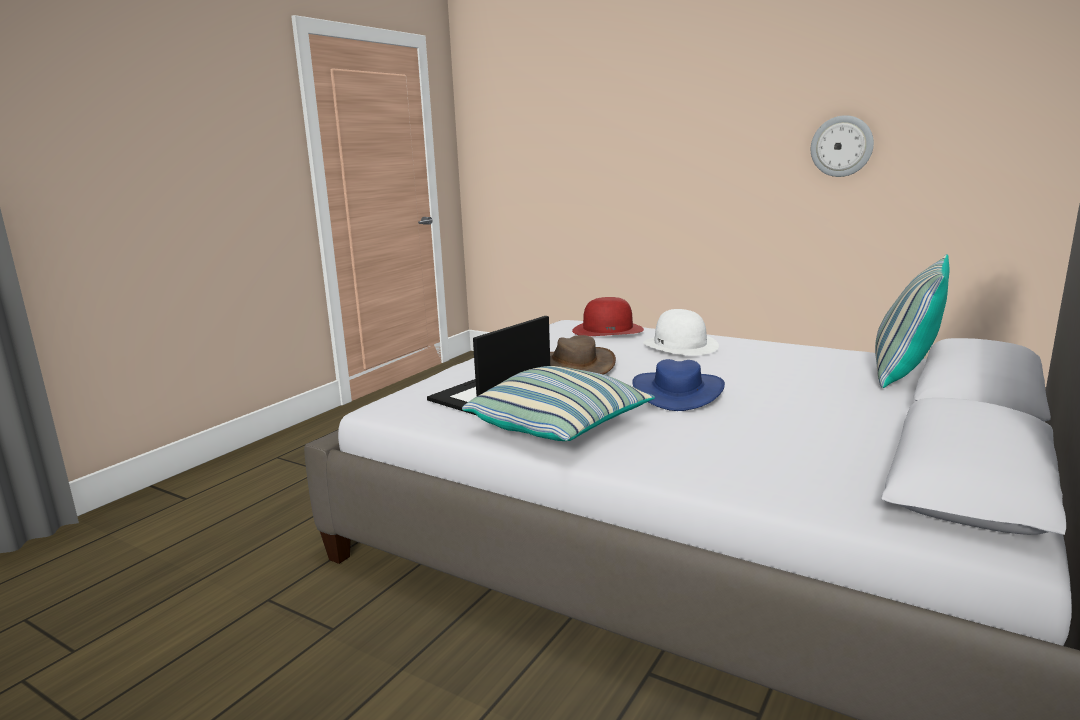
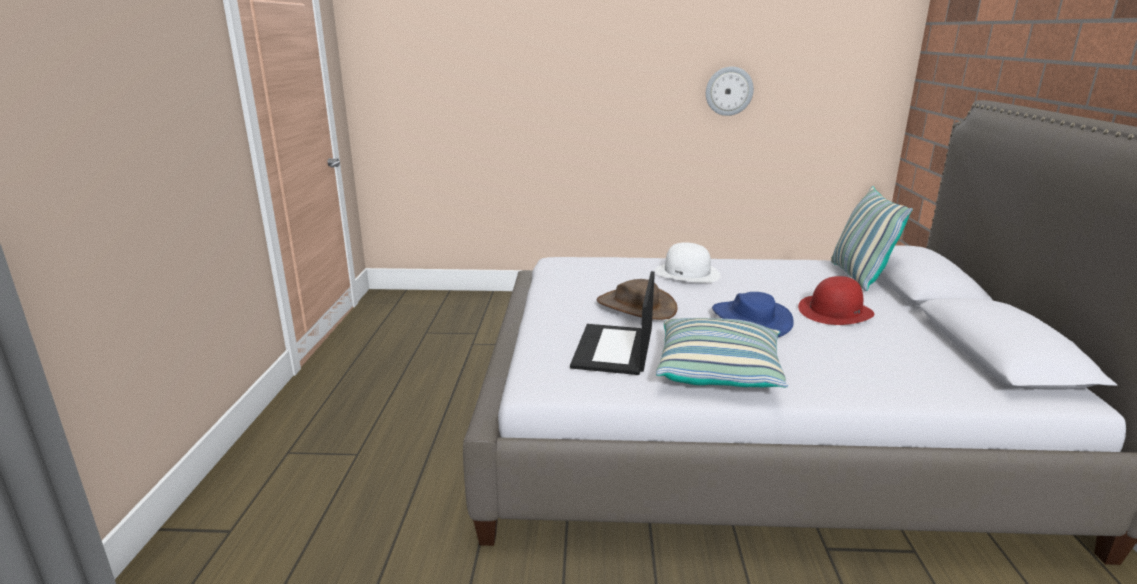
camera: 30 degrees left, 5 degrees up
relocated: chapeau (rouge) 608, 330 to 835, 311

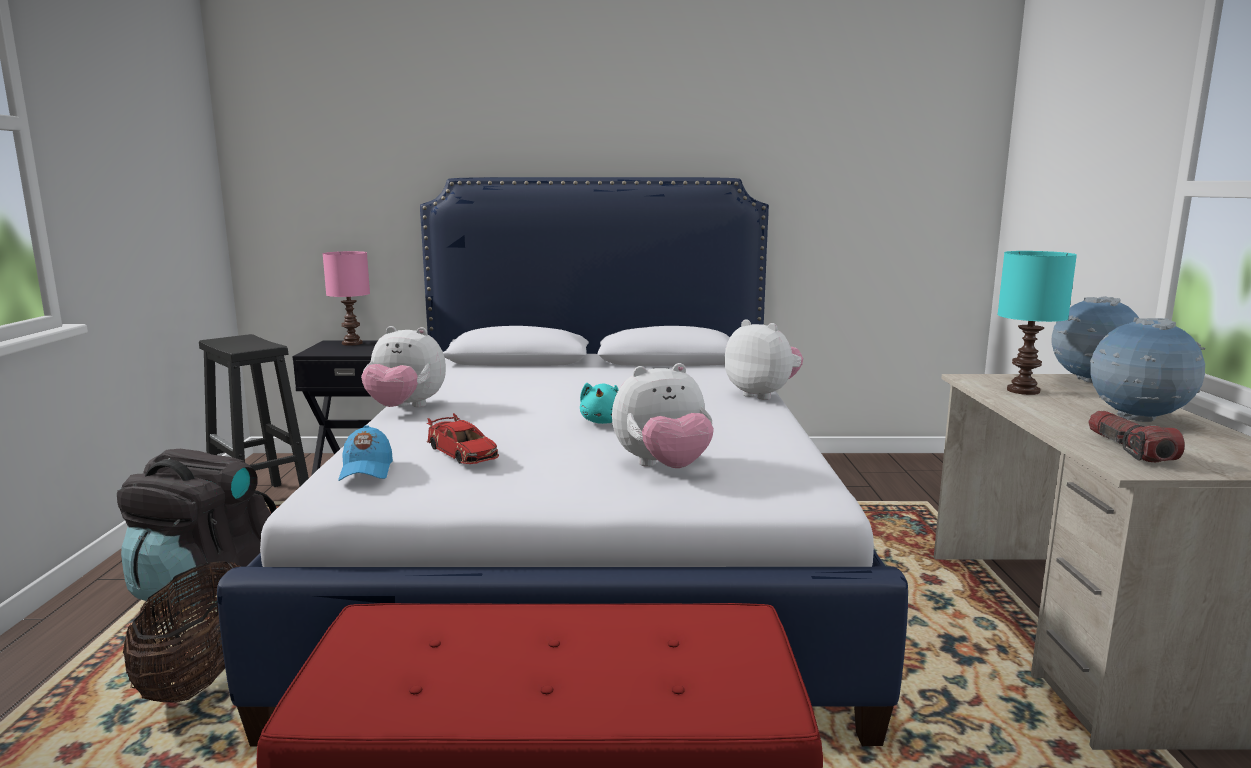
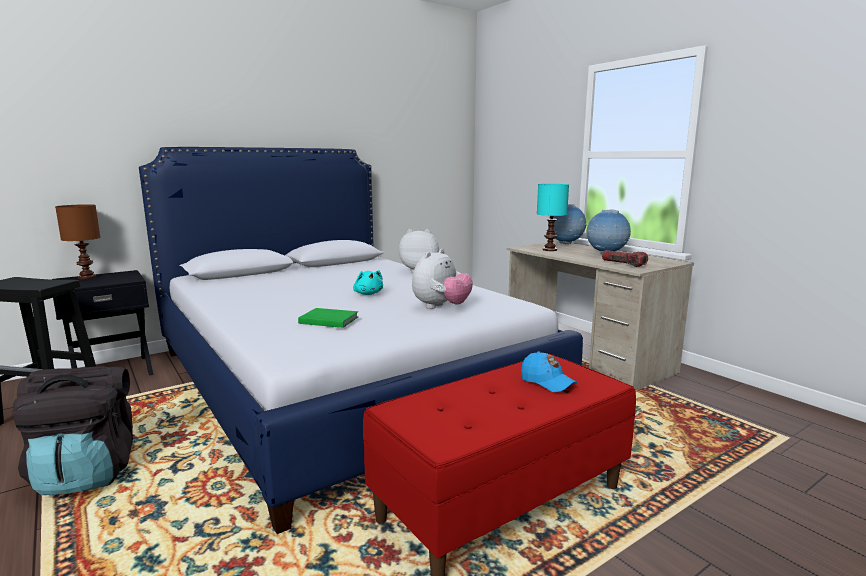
camera: 35 degrees left, 0 degrees up
missing: panier 199, 676; peluche 405, 408
relocated: casquette (bleu) 366, 471 to 547, 382
exchanged: petite voiture (rouge) 462, 452 to livre (vert) 328, 320
colour: lampe de table (rose) 351, 343 to lampe de table (marron) 86, 277

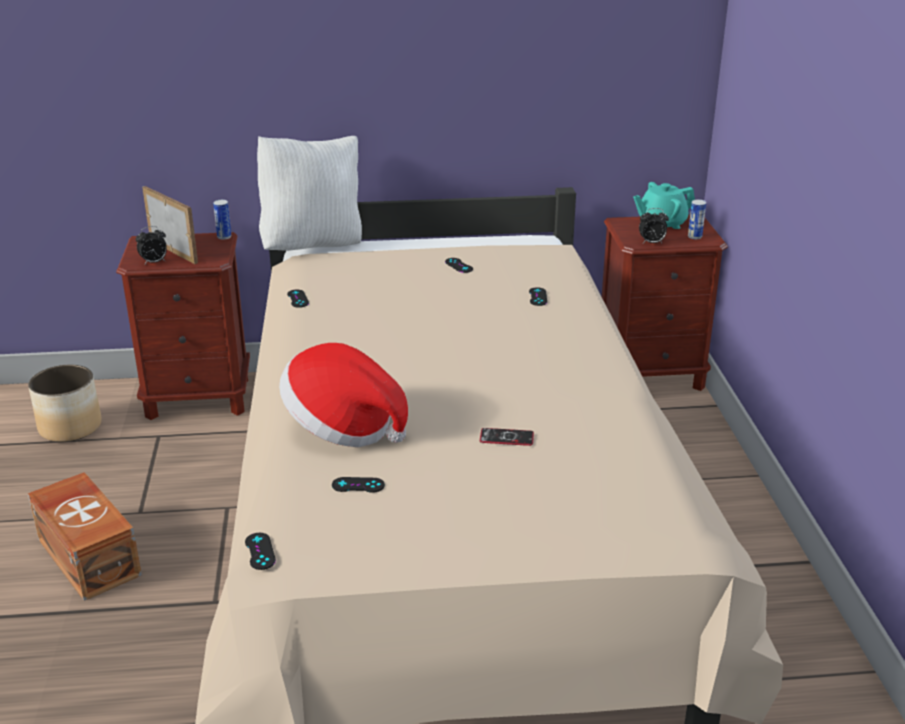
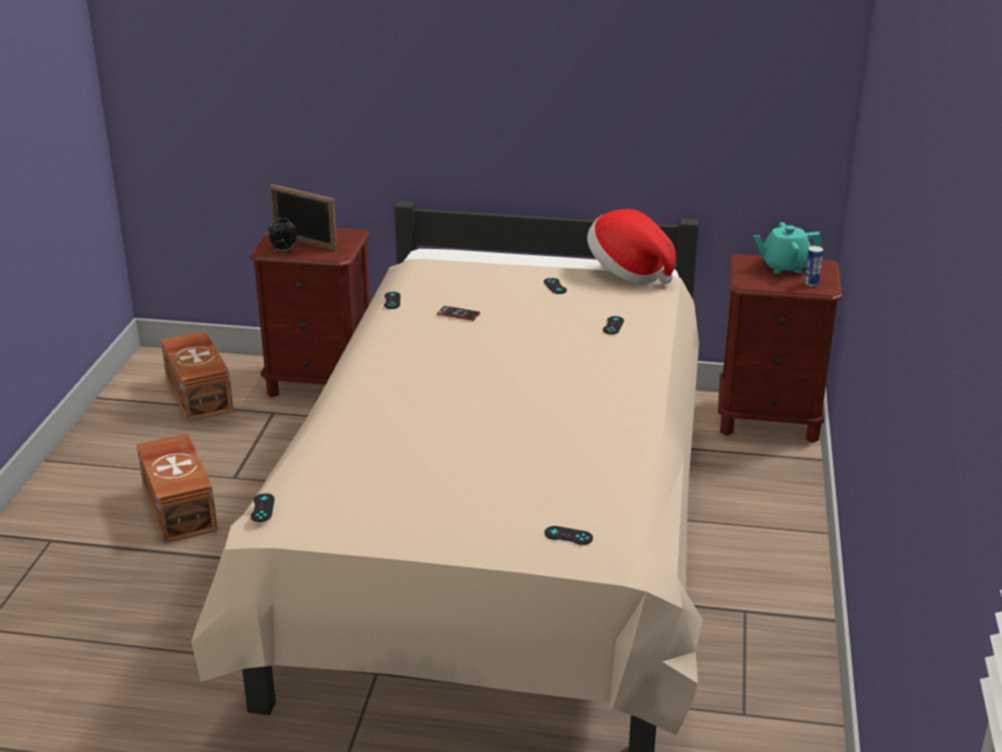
camera: 15 degrees right, 0 degrees up
missing: boîte métallique 224, 237; coussin (blanc) 313, 246; réveil 651, 243
relocated: chapeau 342, 427 to 628, 271; manette (noir) 358, 485 to 568, 536; téléphone 506, 438 to 458, 314
exchanged: cache-pot 70, 427 to boîte de rangement (marron) 200, 394
spun: cadre photo 174, 251 = 305, 243 150 degrees clockwise

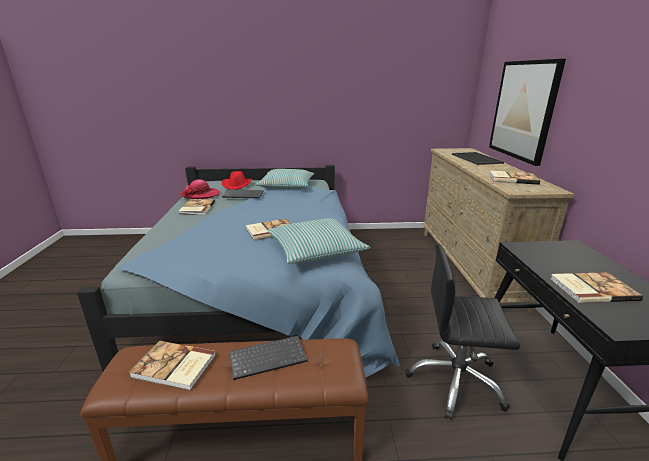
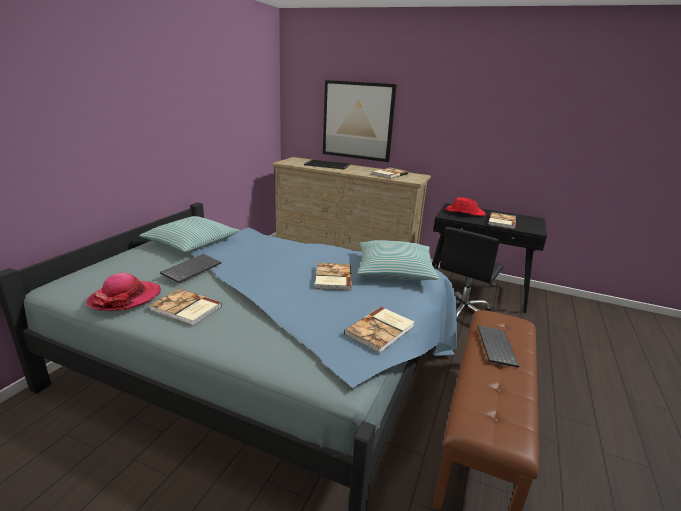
camera: 65 degrees left, 0 degrees up
relocated: livre 174, 367 to 381, 331; chapeau (rouge) 237, 185 to 464, 212

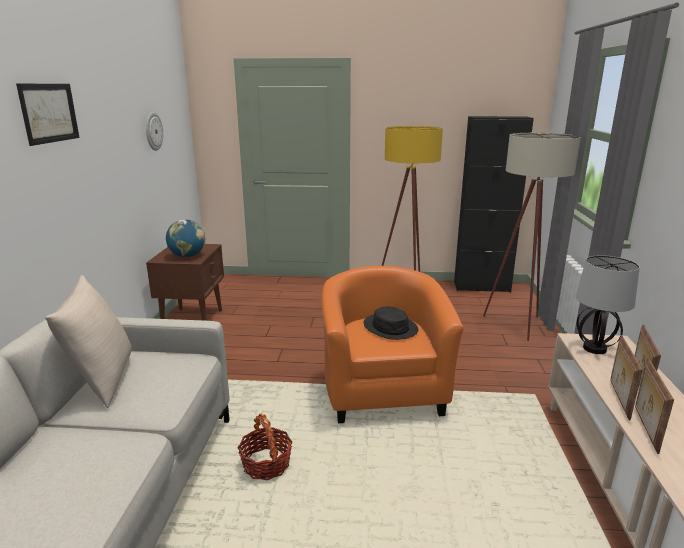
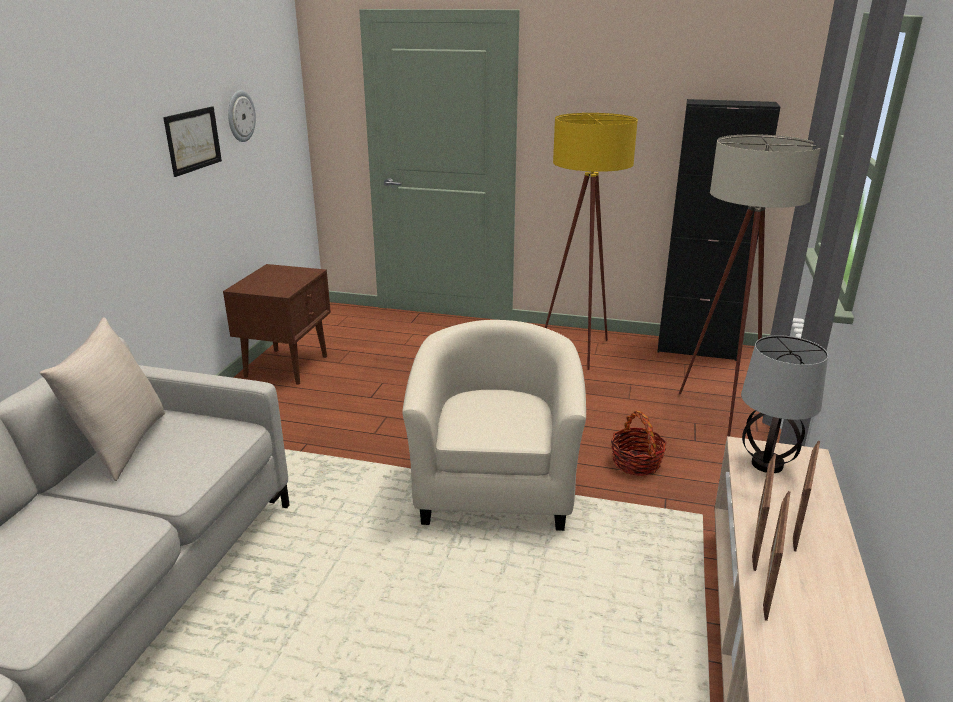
camera: 10 degrees right, 5 degrees up
missing: globe 187, 256; chapeau (noir) 390, 327
relocated: tableau 49, 113 to 193, 140; panier 266, 464 to 636, 463
colour: fauteuil (orange) 382, 390 to fauteuil (beige) 495, 487

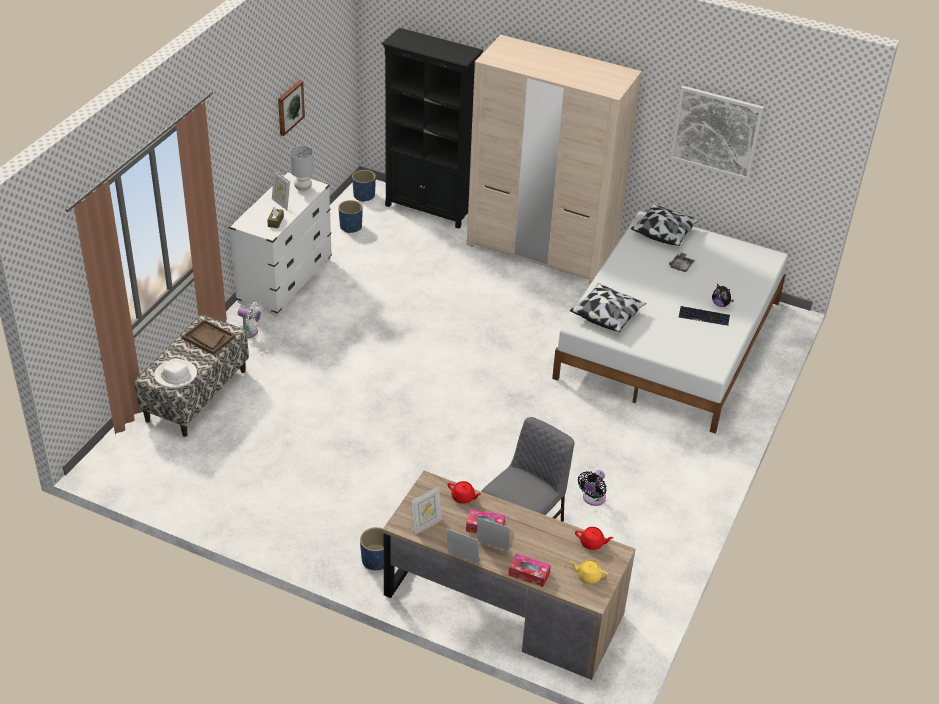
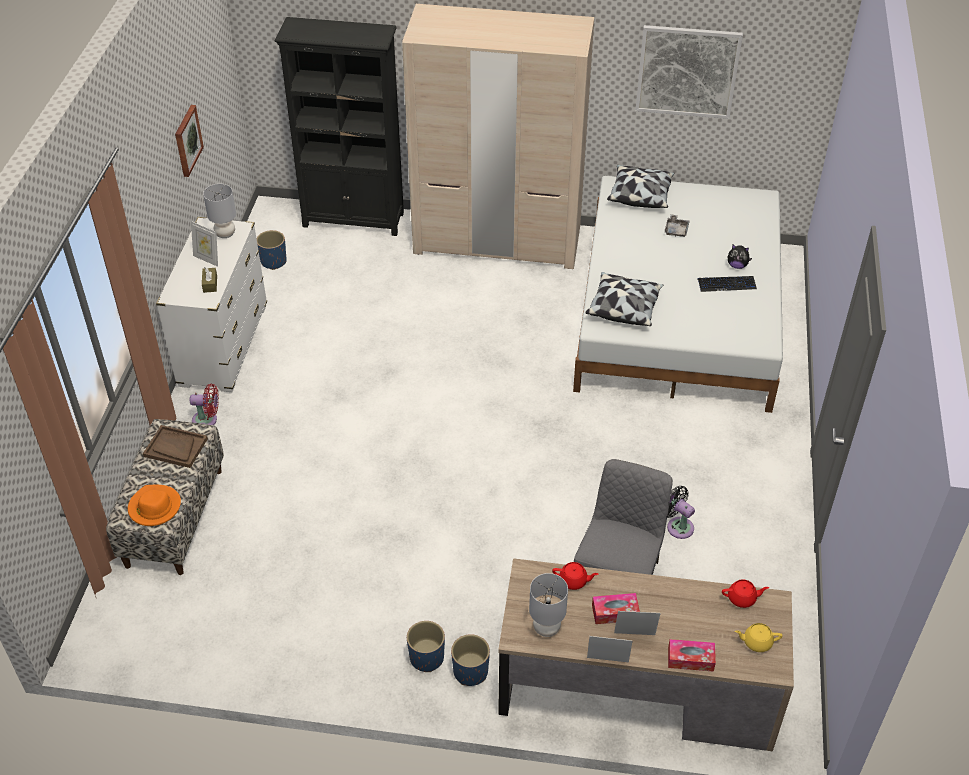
camera: 15 degrees left, 5 degrees up
relocated: cache-pot (bleu) 364, 196 to 426, 657
exchanged: cadre photo 426, 524 to lampe de table (gris) 546, 628
colour: chapeau (blanc) 175, 376 to chapeau (orange) 154, 507; ventilateur (blanc) 250, 332 to ventilateur (rouge) 207, 420
spun: ventilateur (noir) 592, 499 = 678, 526 120 degrees clockwise

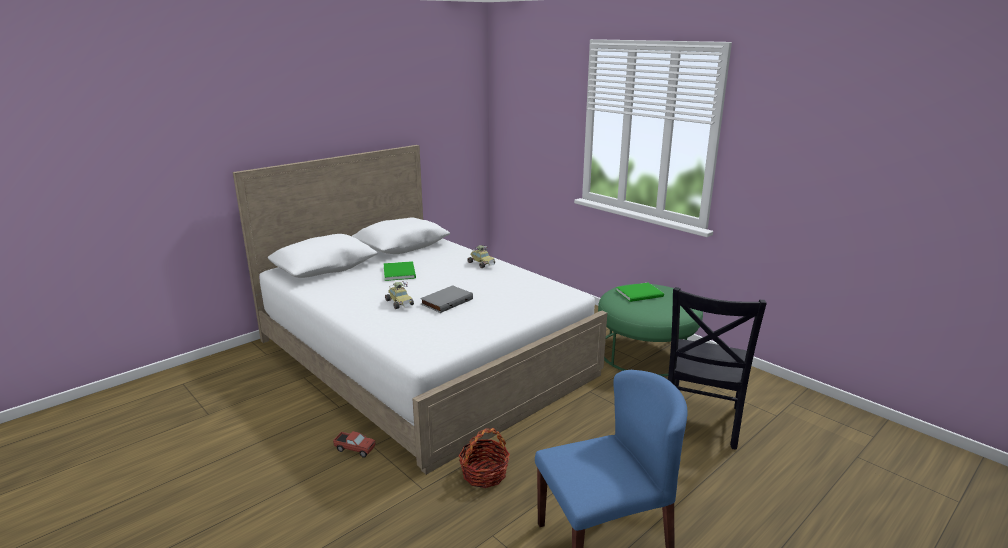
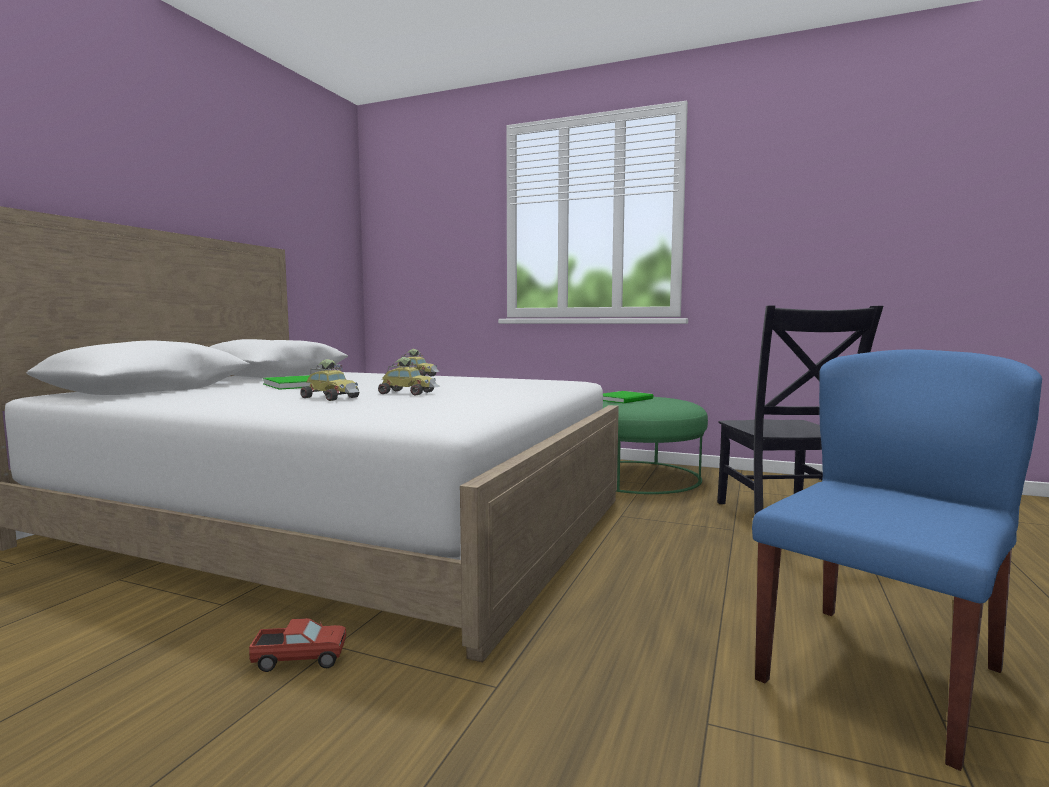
camera: 25 degrees left, 15 degrees down
missing: panier 484, 474
exchanged: livre (gris) 446, 301 to petite voiture 408, 393

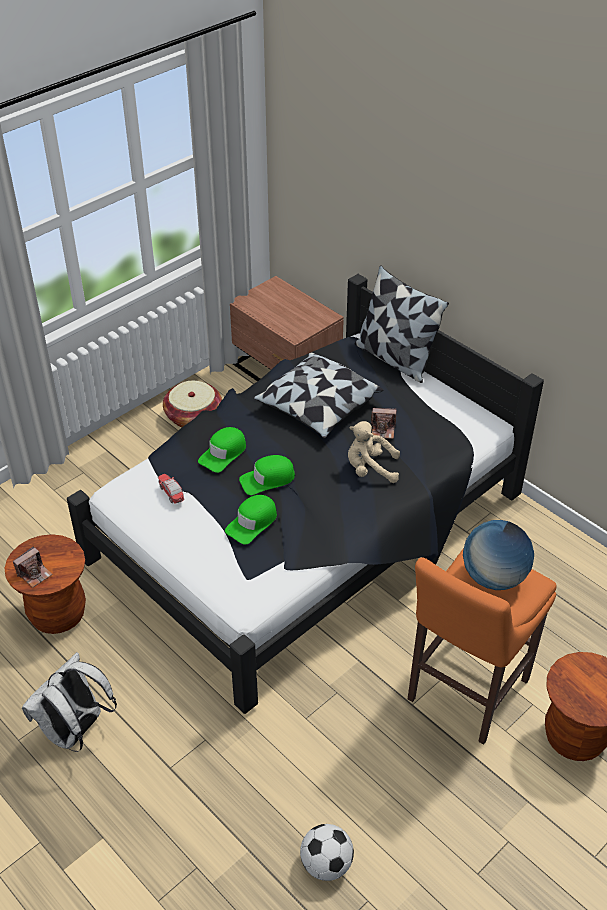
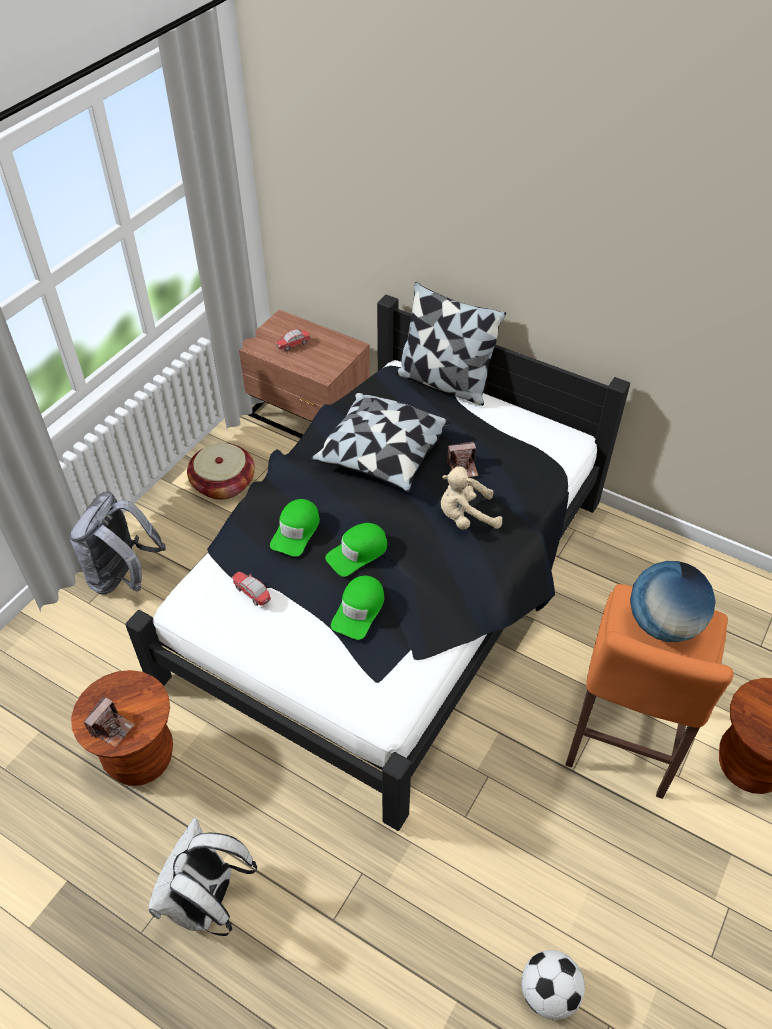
camera: 15 degrees left, 5 degrees up
appeared: sac à dos (gris) 124, 577; petite voiture 293, 345

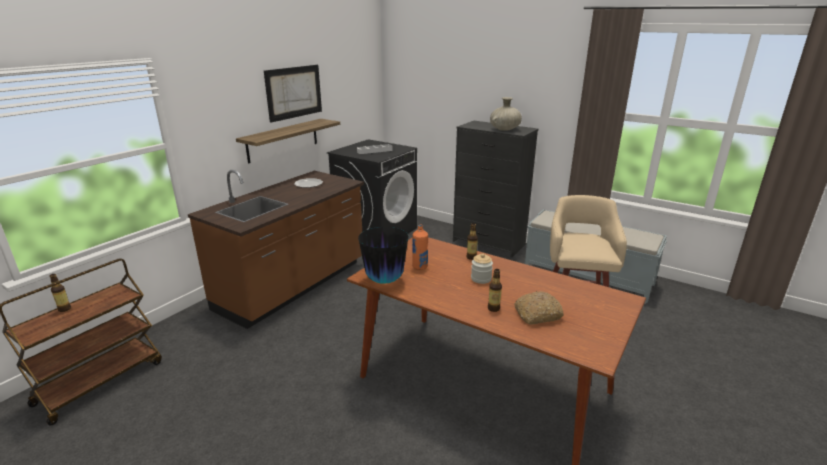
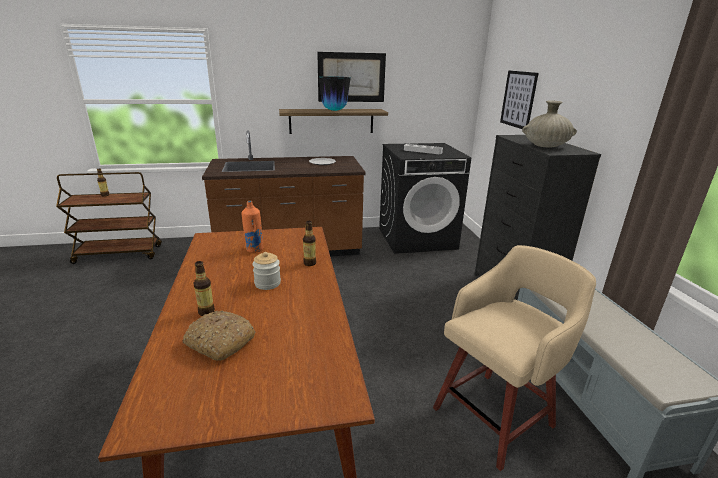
camera: 45 degrees right, 0 degrees up
appeared: tableau 518, 99
relocated: vase 384, 280 to 334, 110

